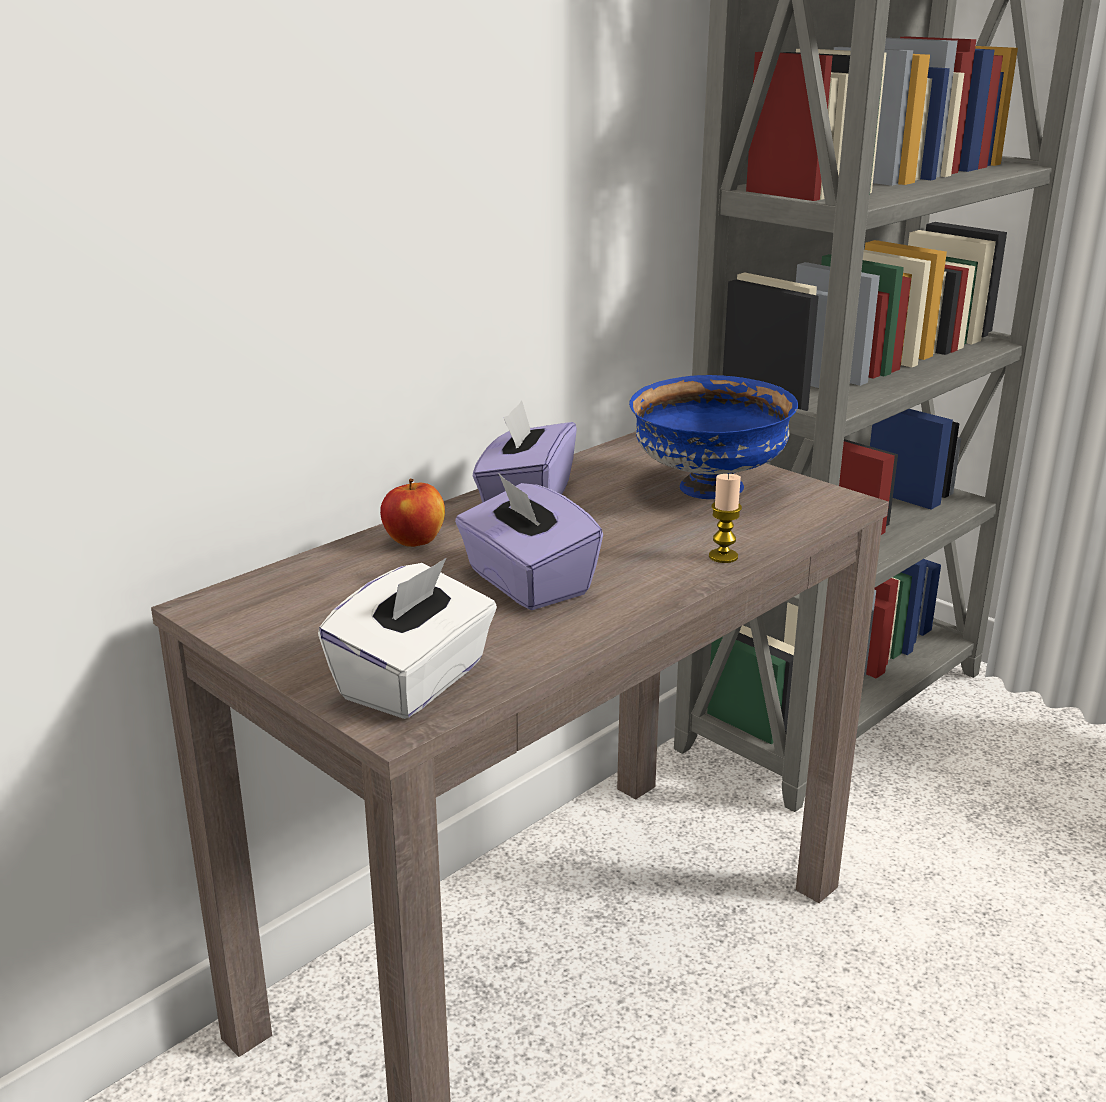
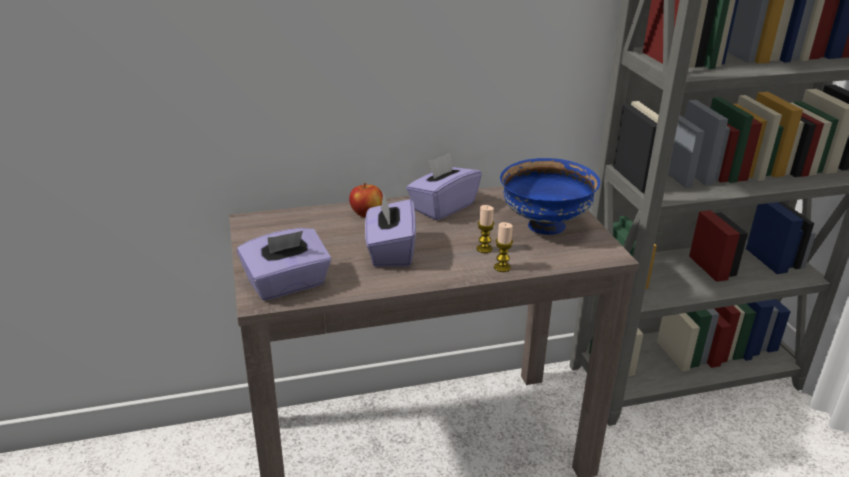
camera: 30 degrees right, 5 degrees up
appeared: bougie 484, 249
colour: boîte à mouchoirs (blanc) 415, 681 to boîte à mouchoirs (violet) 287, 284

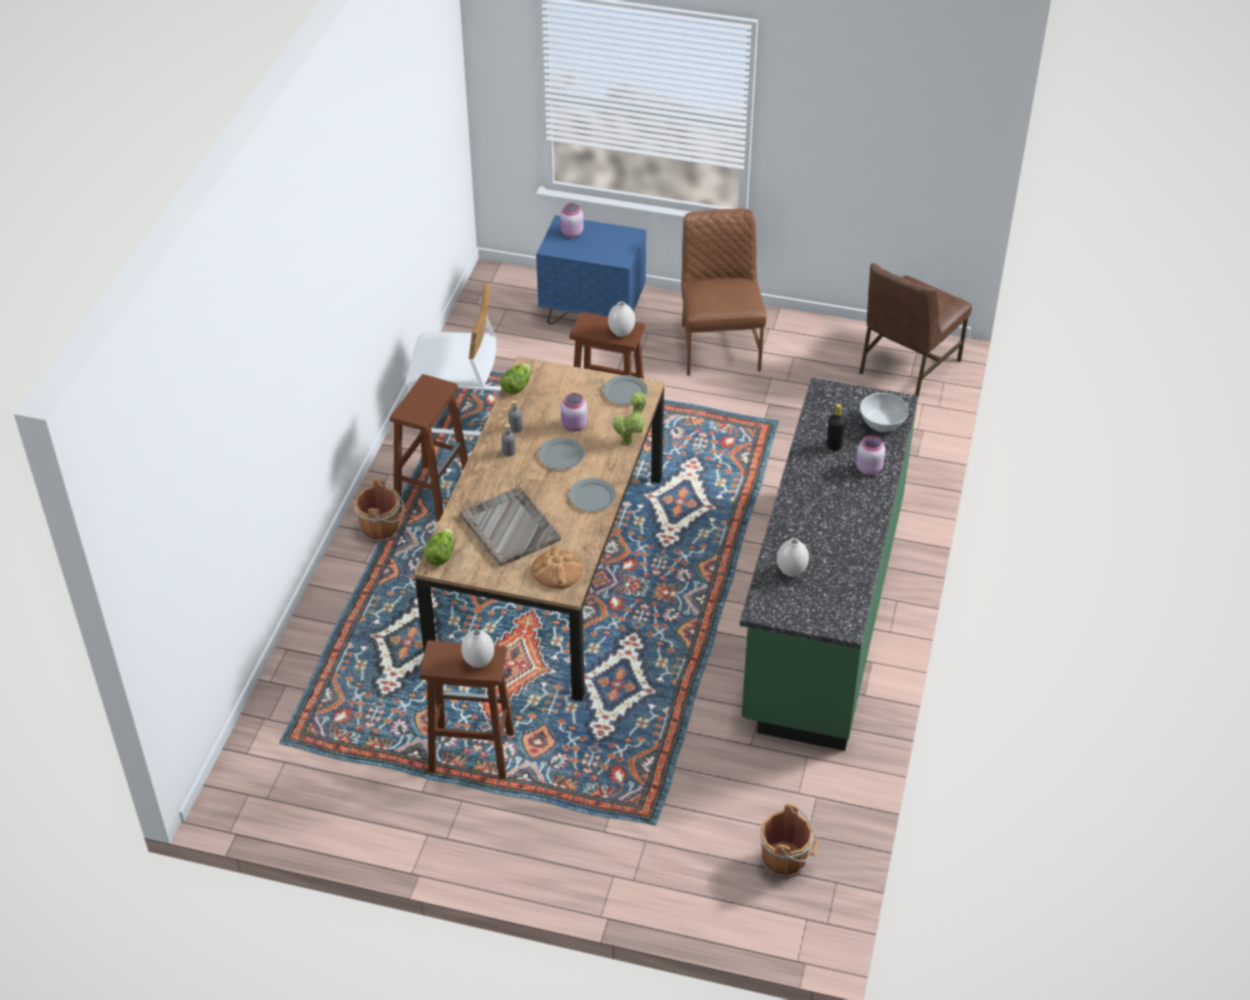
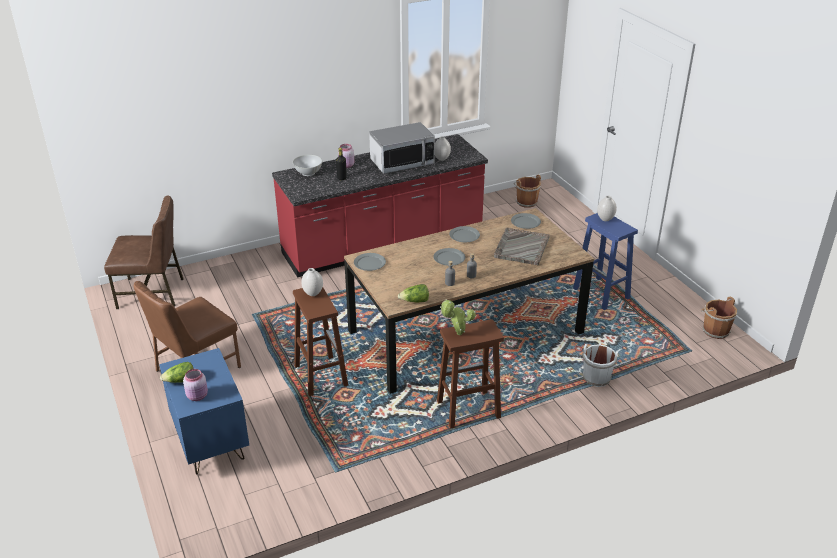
camera: 130 degrees left, 10 degrees down
missing: chaise (blanc) 462, 412; bocal (rose) 574, 426
appeared: micro-ondes 402, 162; seau (blanc) 596, 377
relocated: seau (marron) 382, 530 to 714, 330; laitue 440, 555 to 180, 381; plante en pot 630, 441 to 457, 334
exchanged: pain 556, 570 to assiette (gris) 525, 222
colour: tabouret (marron) 470, 752 to tabouret (bleu) 602, 294; comptoir de cuisine (vert) 822, 610 to comptoir de cuisine (rouge) 383, 245

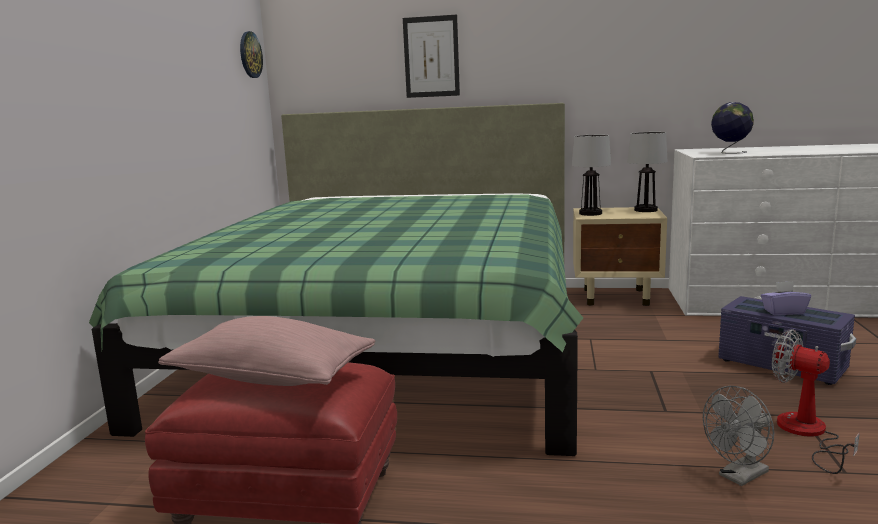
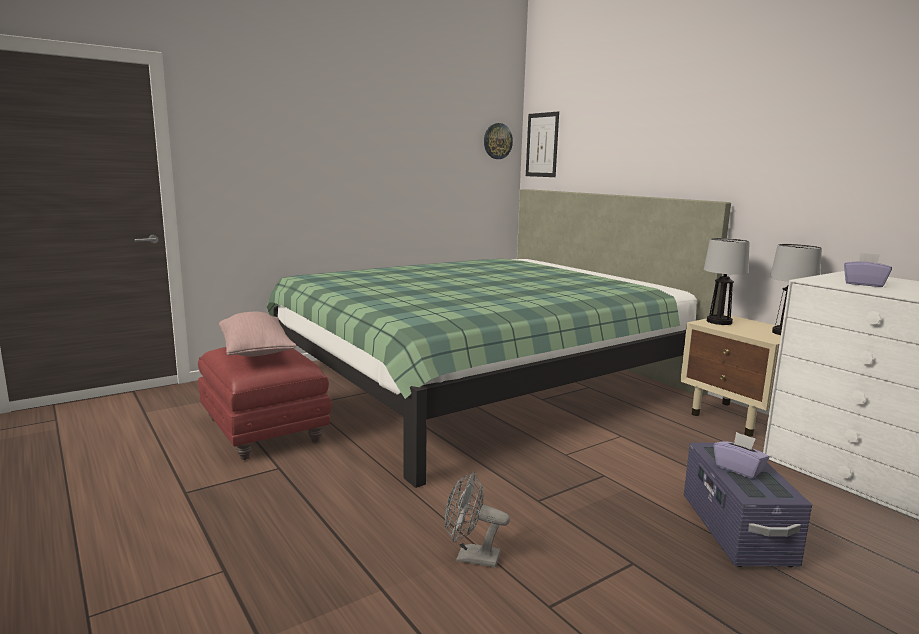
camera: 45 degrees right, 0 degrees up
missing: ventilateur 807, 434
relocated: tableau 431, 57 to 542, 145
exchanged: globe 730, 152 to boîte à mouchoirs (violet) 864, 284

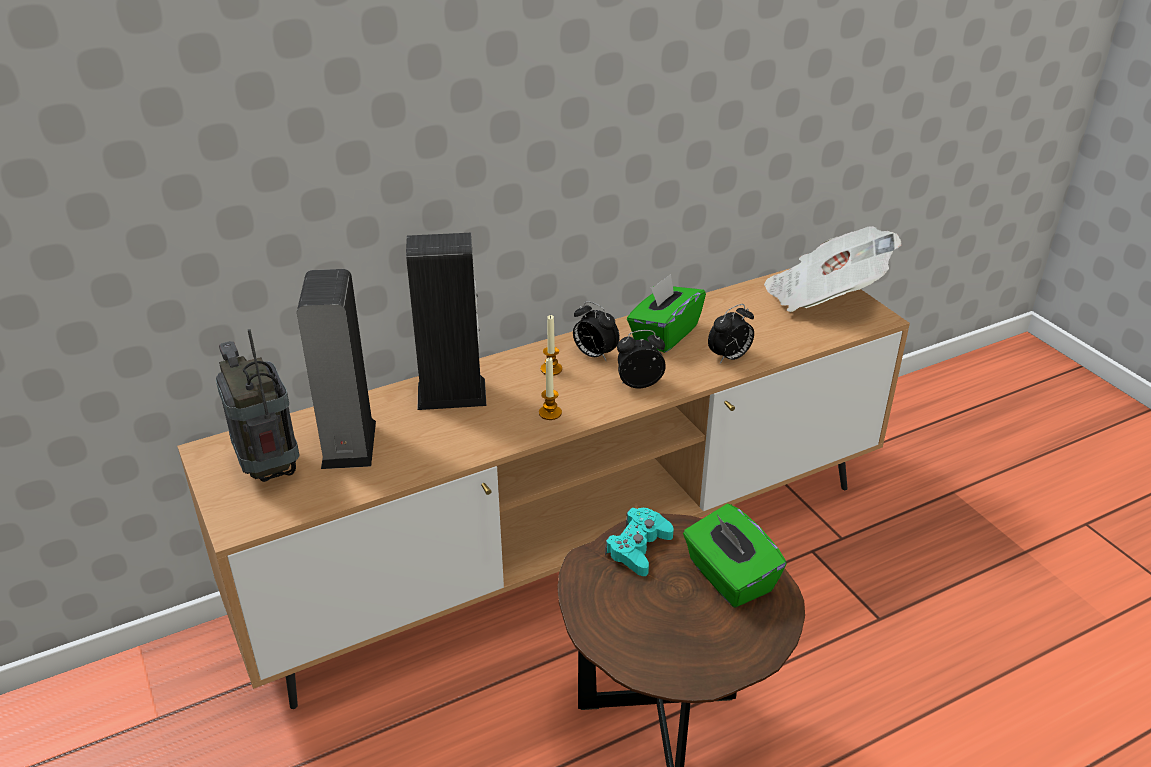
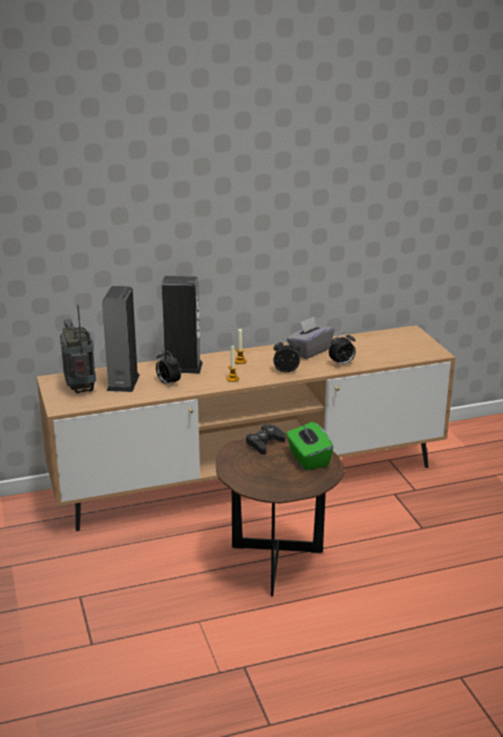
camera: 10 degrees right, 10 degrees down
missing: journal 824, 296
relocated: réveil 594, 355 to 168, 383
colour: manette (turquoise) 638, 548 to manette (noir) 264, 443; boîte à mouchoirs (vert) 664, 334 to boîte à mouchoirs (gris) 309, 351

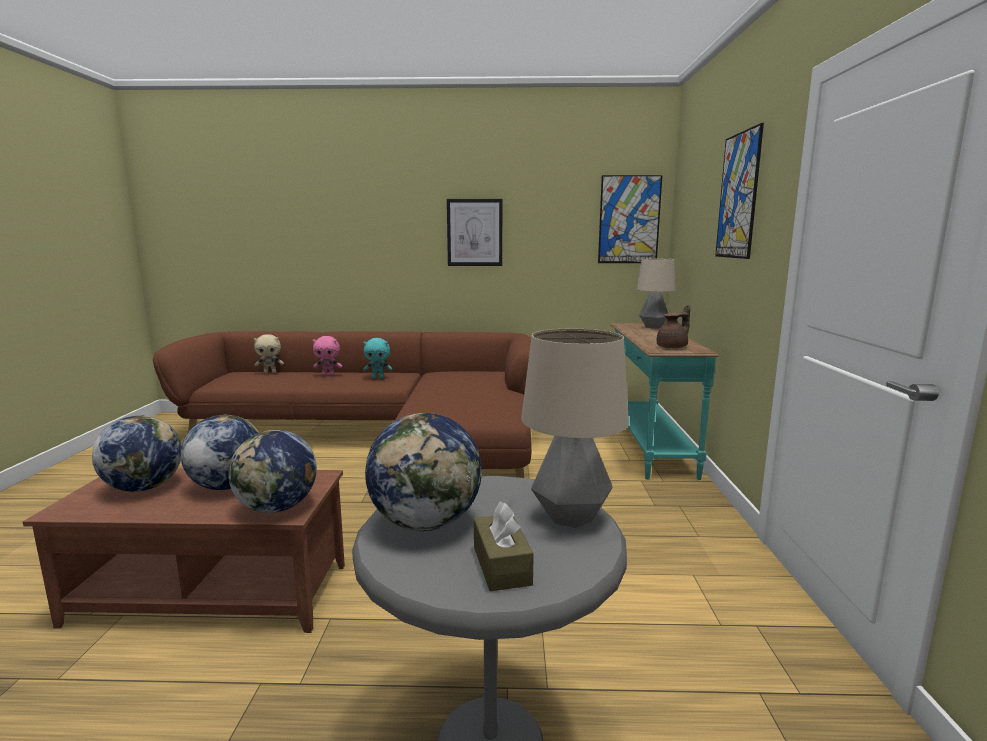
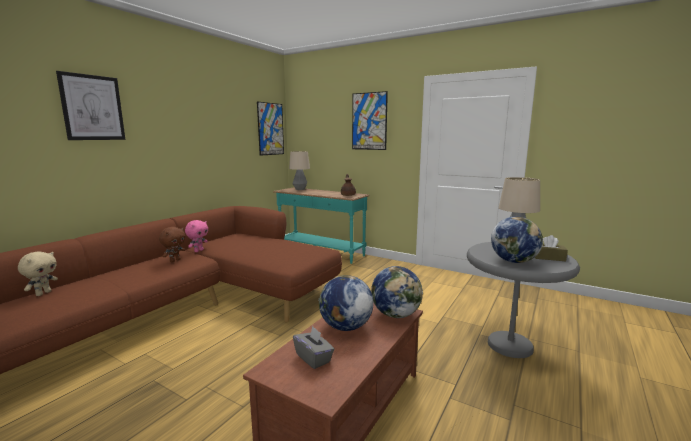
camera: 60 degrees left, 0 degrees up
relocated: peluche (rose) 328, 375 to 198, 251; tableau 474, 232 to 92, 108
exchanged: globe 144, 487 to boîte à mouchoirs (gris) 313, 358
colour: peluche (turquoise) 378, 378 to peluche (marron) 175, 260

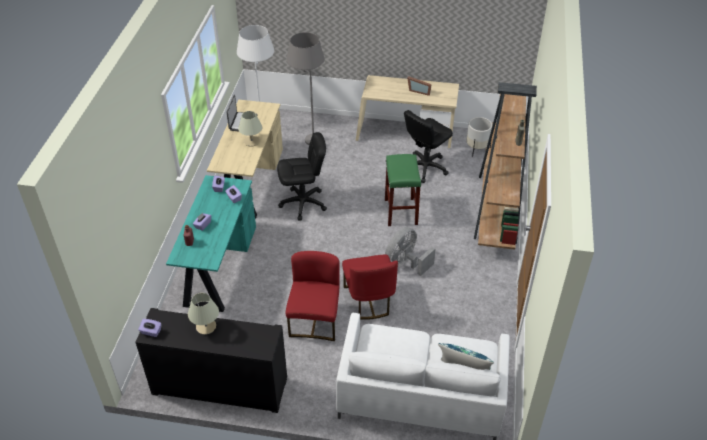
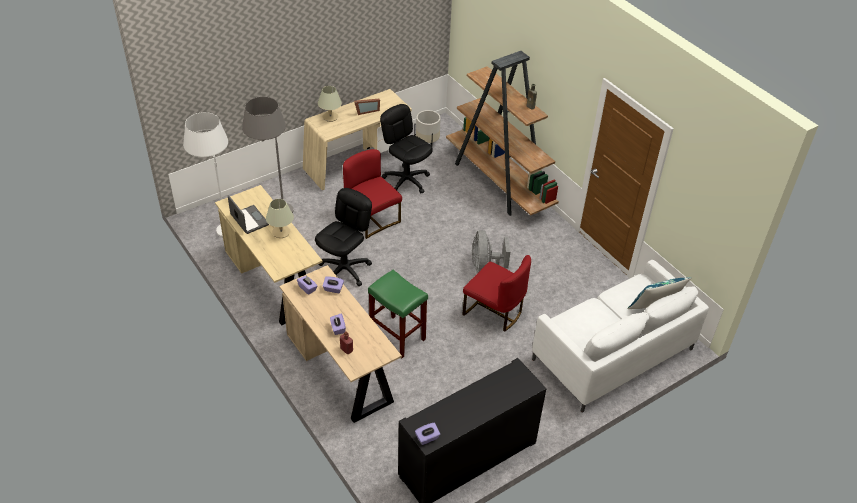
camera: 45 degrees left, 0 degrees up
relocated: lampe de table (beige) 206, 326 to 330, 117; chaise (rouge) 315, 320 to 371, 218; tabouret (vert) 401, 212 to 398, 336
colour: bureau (turquoise) 218, 266 to bureau (beige) 340, 369
spun: chaise de bureau (noir) 425, 167 = 406, 181 135 degrees clockwise

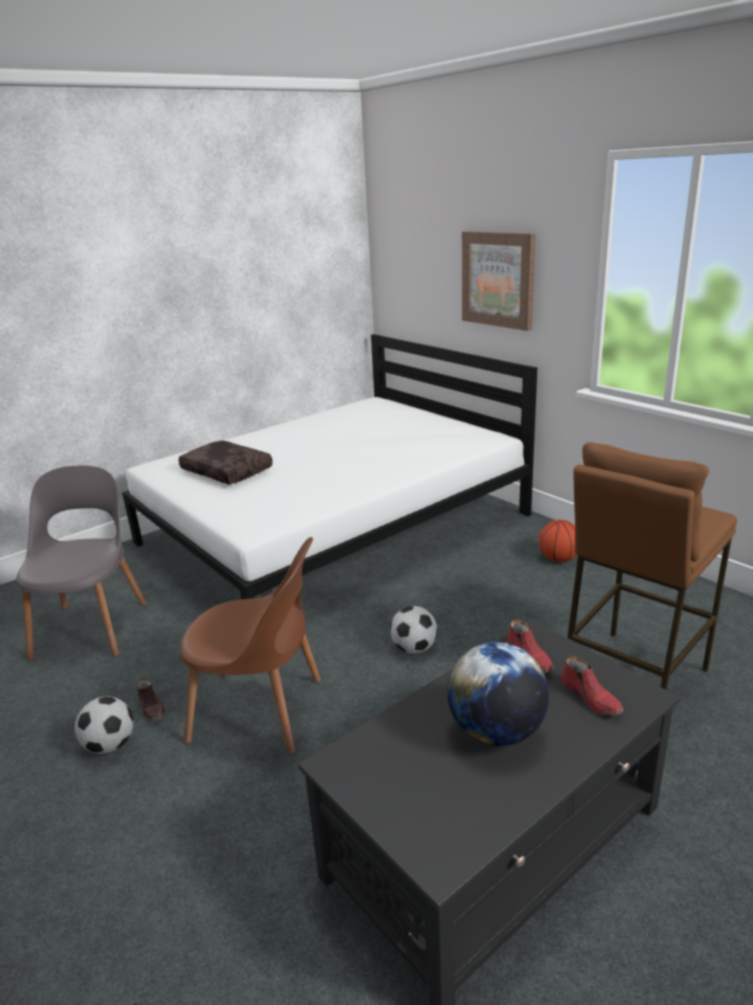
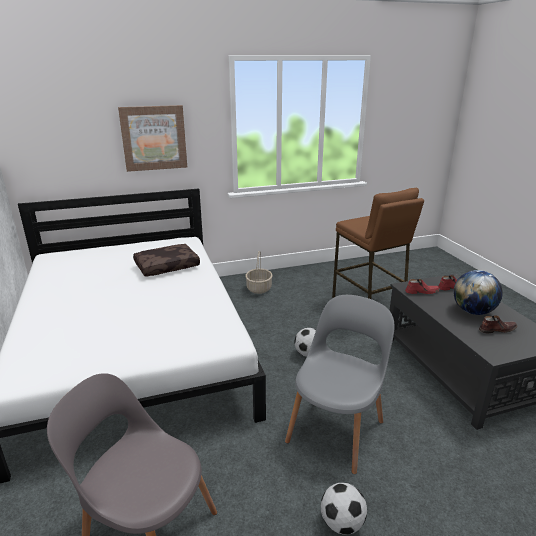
camera: 70 degrees left, 0 degrees up
relocated: chaussure (marron) 152, 708 to 496, 329; coussin (marron) 228, 471 to 167, 266
exchanged: ballon de basket 558, 559 to panier 258, 288
colour: chaise (marron) 262, 711 to chaise (gris) 337, 428

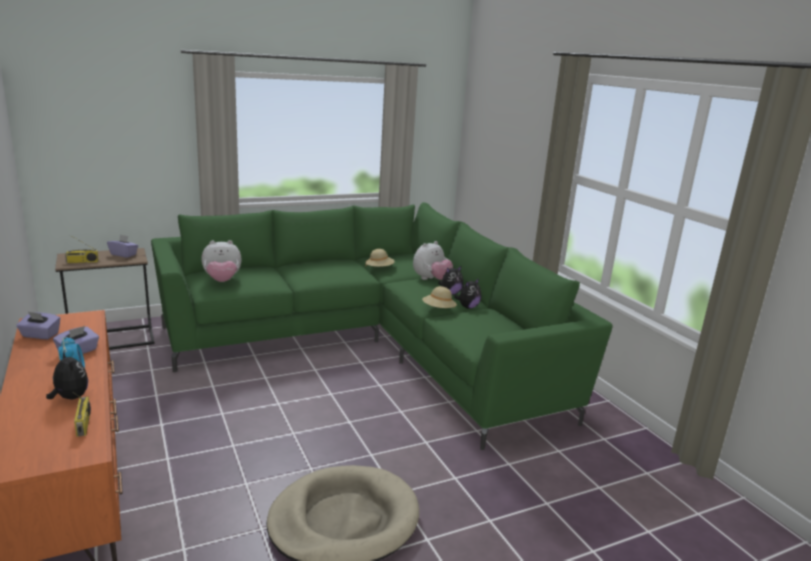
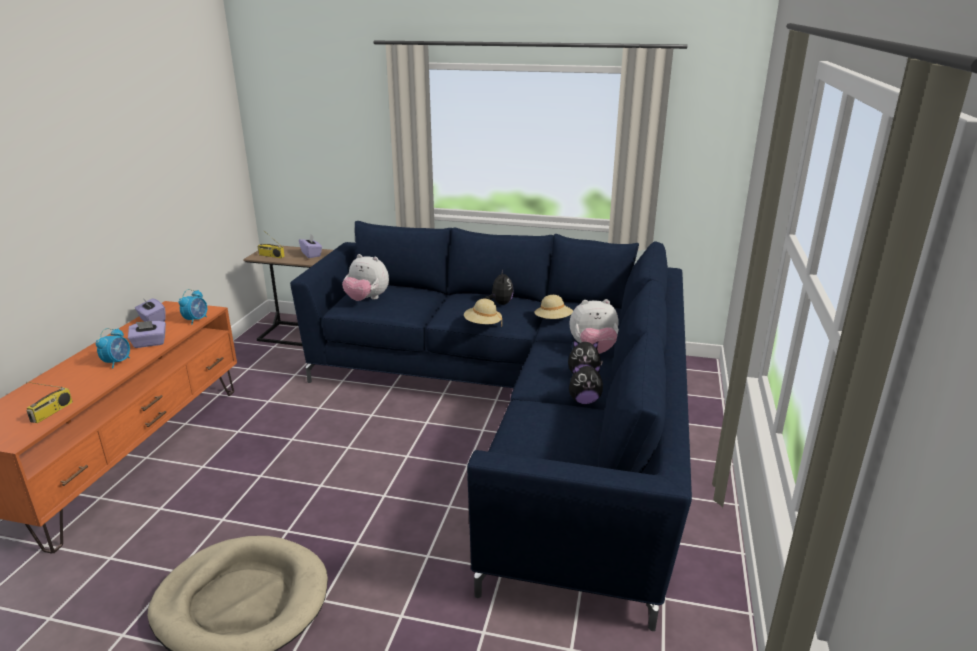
camera: 40 degrees right, 5 degrees up
appeared: réveil 196, 320
relocated: peluche 70, 397 to 500, 303; chapeau (beige) 438, 310 to 482, 324
colour: canapé (vert) 374, 346 to canapé (bleu) 520, 415

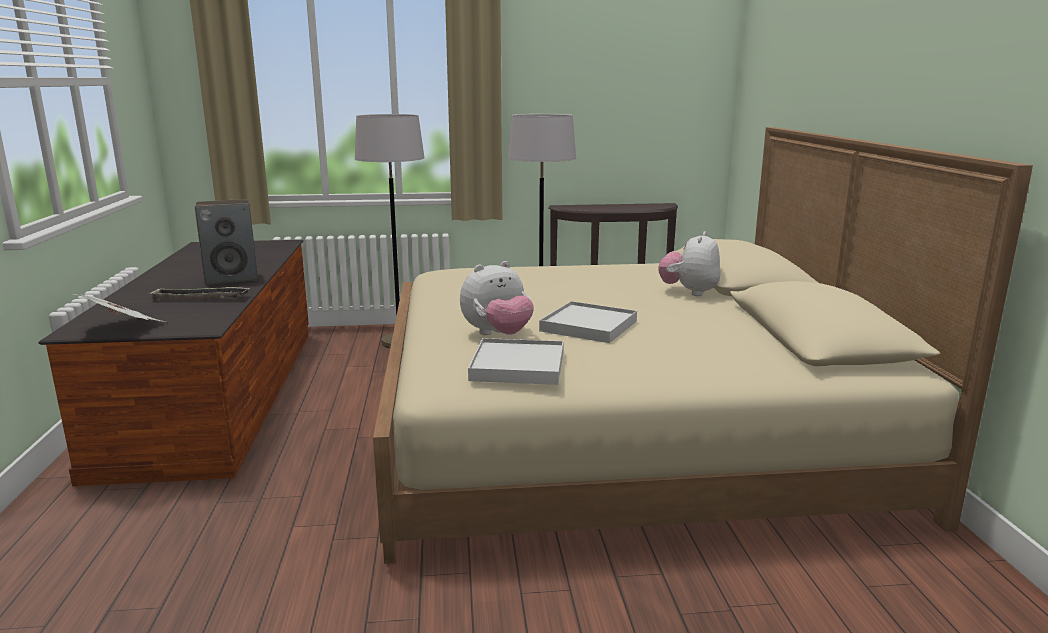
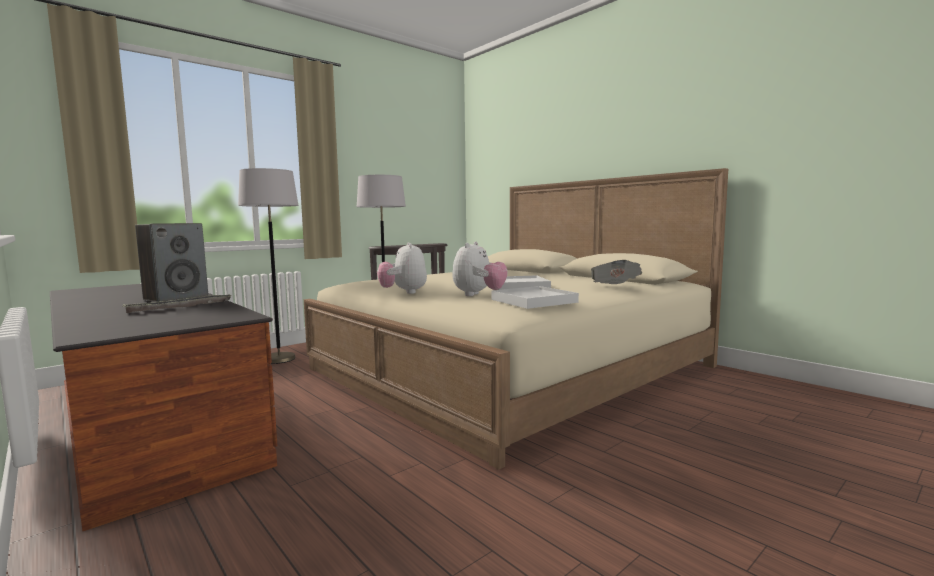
camera: 35 degrees left, 10 degrees down
relocated: journal 124, 328 to 615, 287; peluche 689, 292 to 403, 292

